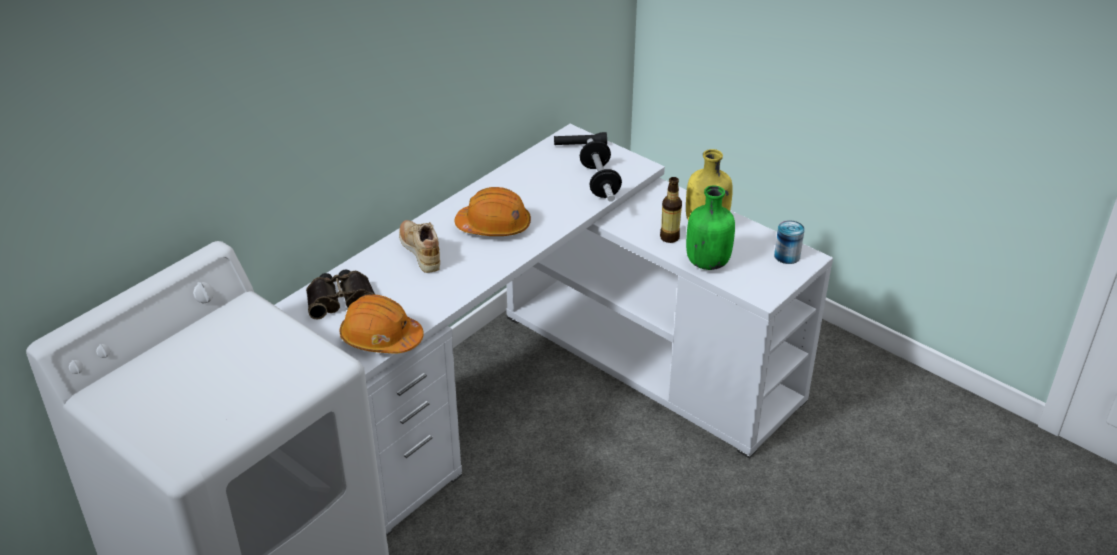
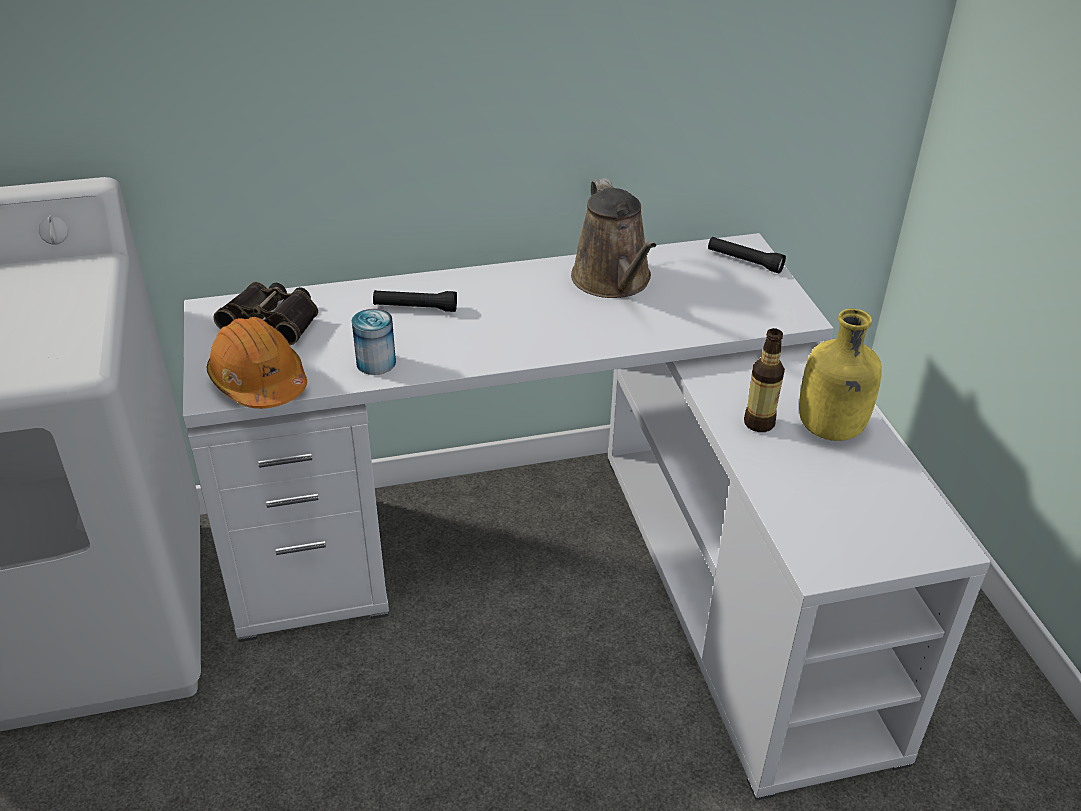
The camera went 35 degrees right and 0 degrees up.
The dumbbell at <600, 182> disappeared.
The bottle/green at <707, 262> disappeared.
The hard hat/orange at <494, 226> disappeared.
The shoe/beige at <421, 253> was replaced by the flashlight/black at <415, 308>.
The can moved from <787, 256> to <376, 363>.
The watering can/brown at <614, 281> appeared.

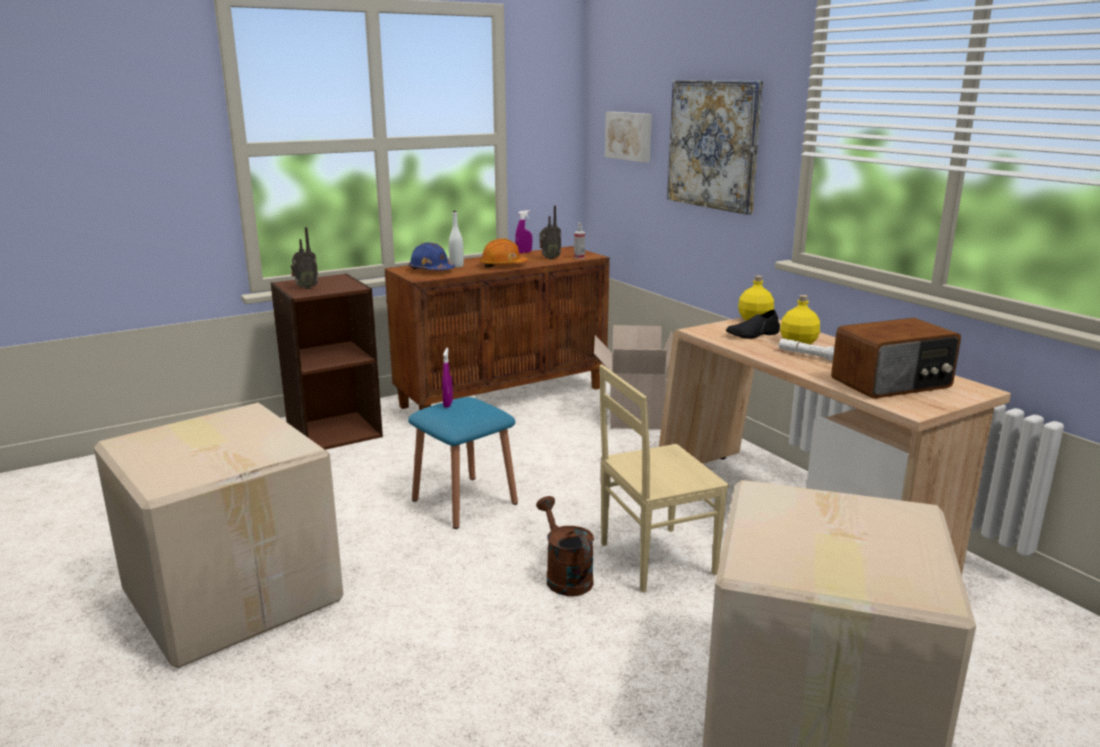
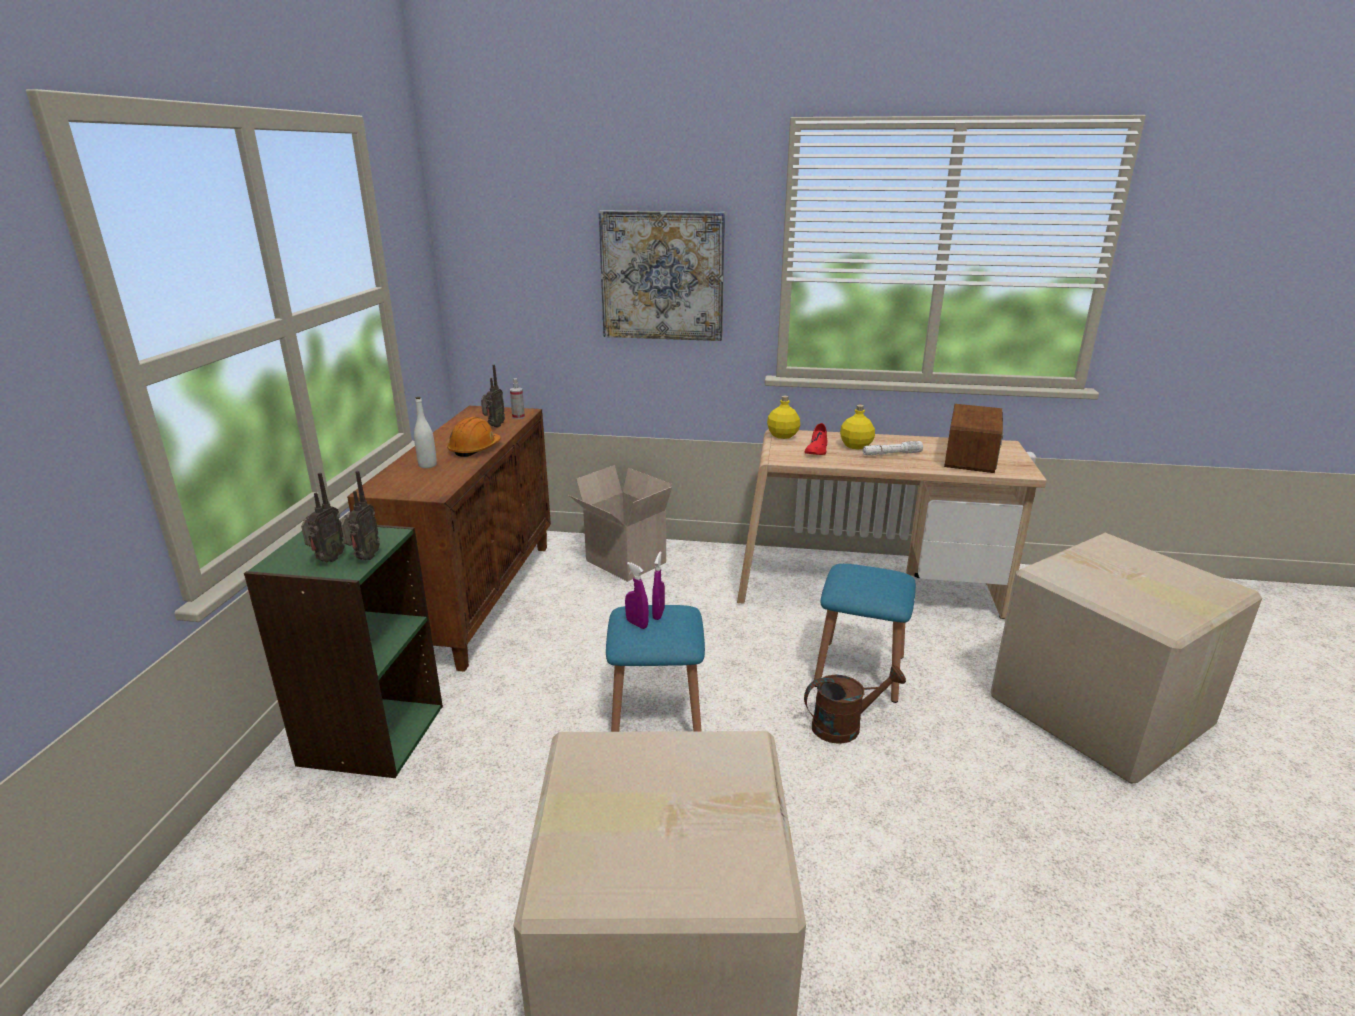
The camera went 50 degrees left and 5 degrees up.
The picture at <630, 136> disappeared.
The spray bottle/purple moved from <524, 252> to <658, 614>.
The hard hat/blue at <431, 270> disappeared.
The bookcase/brown at <334, 431> became the bookcase/green at <371, 734>.
The shoe/black at <752, 334> became the shoe/red at <817, 449>.
The chair/beige at <654, 558> was replaced by the stool/blue at <859, 670>.
The watering can/brown at <565, 576> turned 150 degrees clockwise.
The radio at <364, 558> appeared.

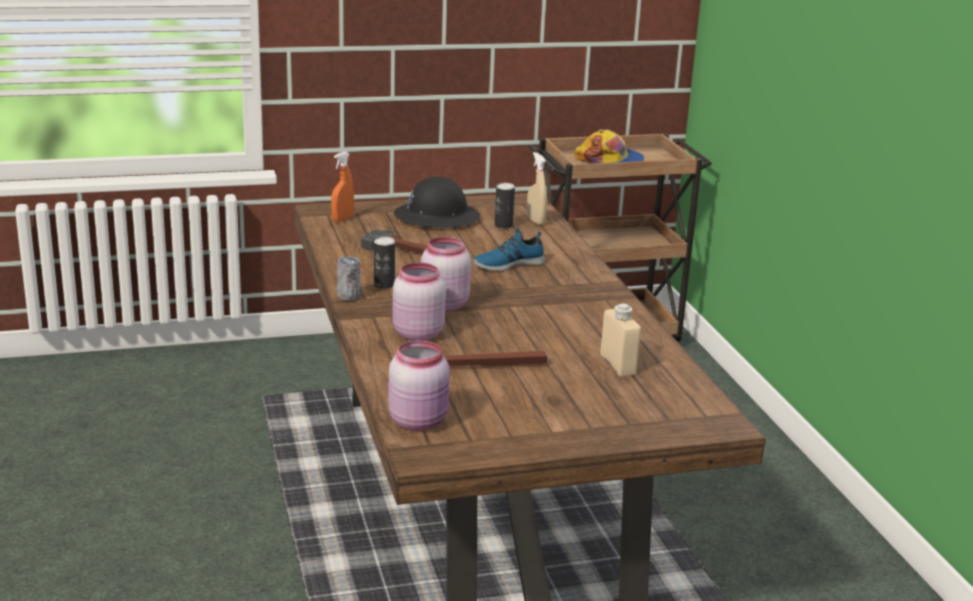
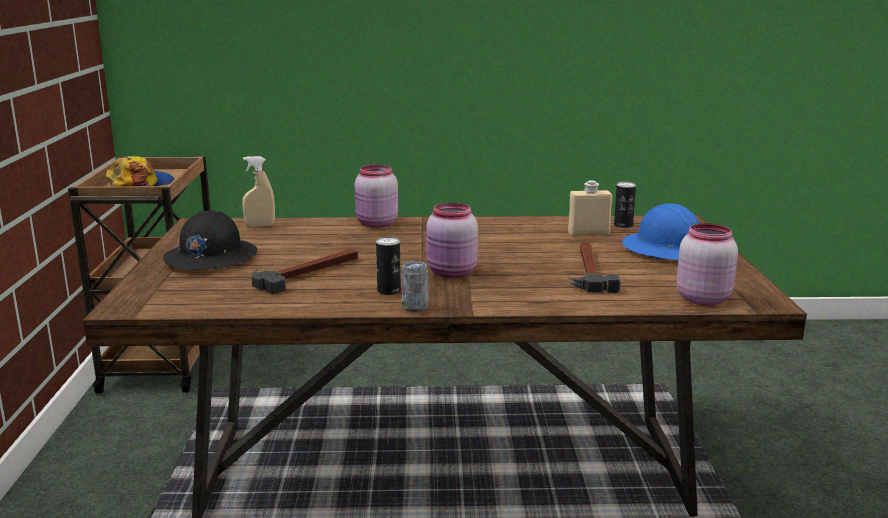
The camera went 75 degrees left and 5 degrees down.
The spray bottle/orange at <342, 219> disappeared.
The can moved from <503, 225> to <623, 225>.
The shoe at <508, 264> disappeared.
The jar/pink moved from <416, 333> to <376, 224>.
The hard hat/blue at <668, 250> appeared.

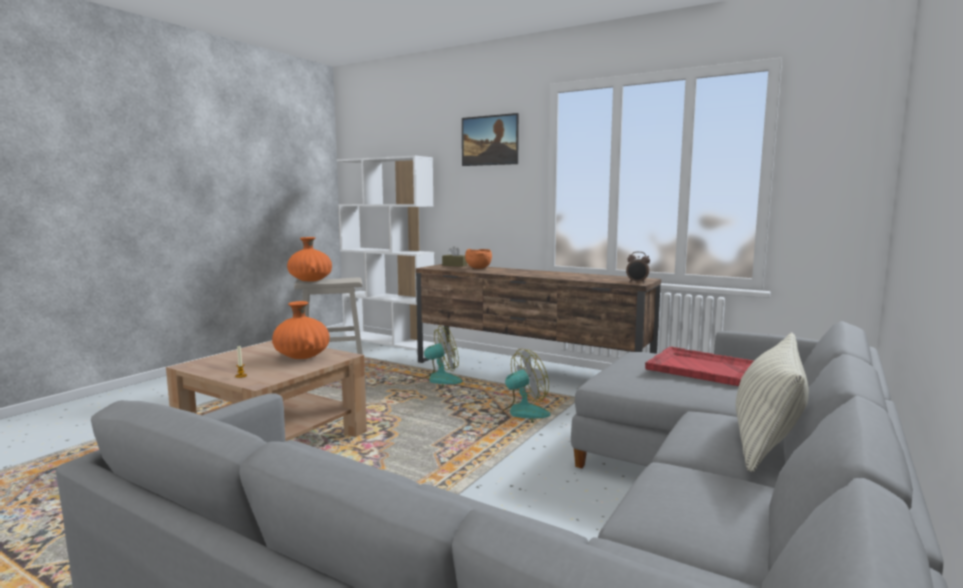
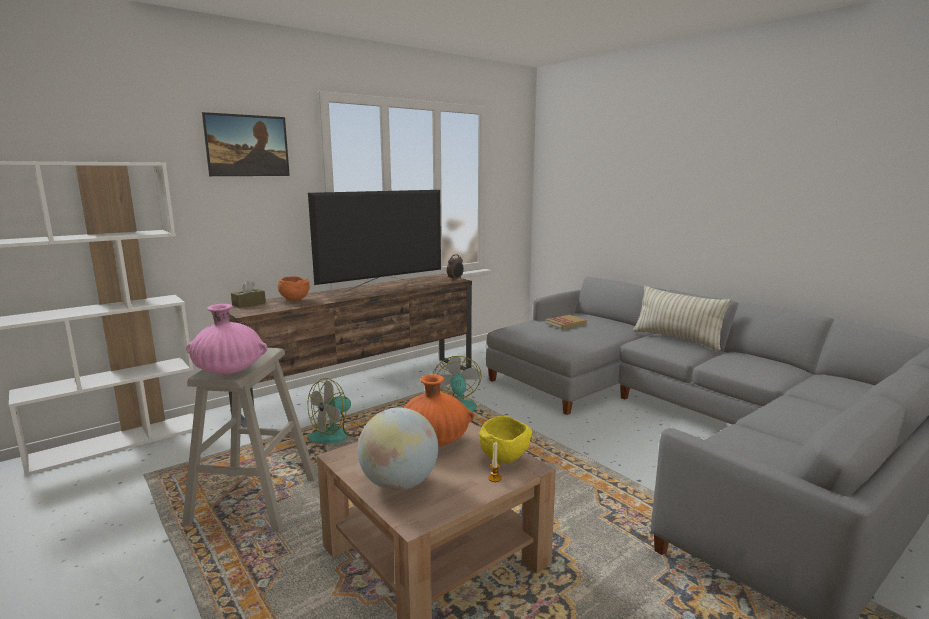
The camera went 70 degrees left and 5 degrees up.
The vase/orange at <310, 281> became the vase/pink at <229, 371>.
The fan at <437, 382> turned 135 degrees counterclockwise.
The tray/red at <700, 368> was replaced by the book at <566, 323>.
The television at <382, 287> appeared.
The globe at <399, 483> appeared.
The bowl/yellow at <504, 458> appeared.

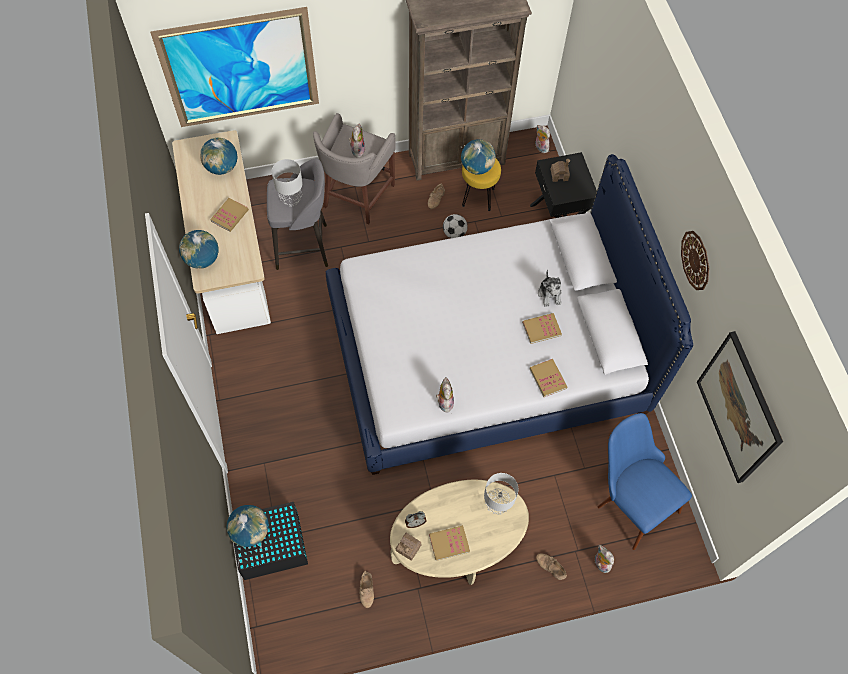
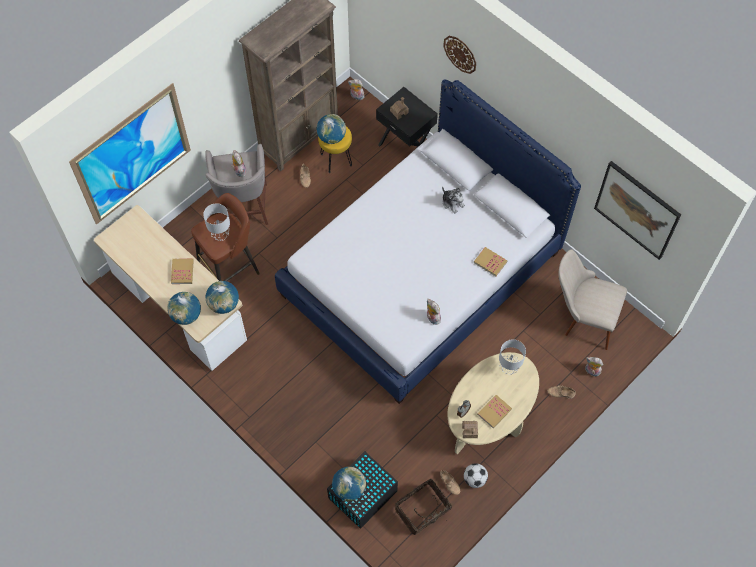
The camera went 30 degrees left and 0 degrees up.
The globe moved from <222, 167> to <224, 304>.
The stool/grey at <304, 247> became the stool/brown at <230, 268>.
The football moved from <454, 233> to <475, 479>.
The wall clock moved from <696, 260> to <460, 54>.
The book at <541, 329> disappeared.
The chair/blue at <629, 498> became the chair/beige at <582, 317>.
The basket at <422, 511> appeared.

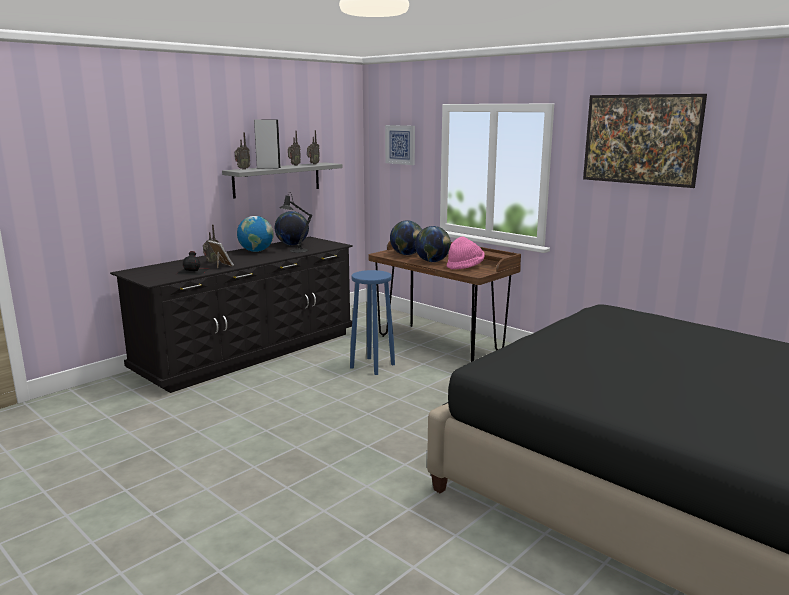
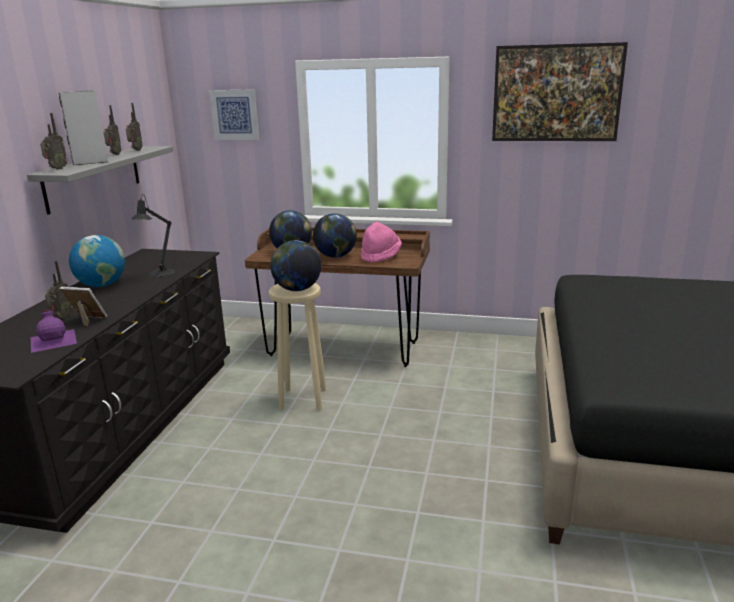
The camera went 30 degrees left and 5 degrees up.
The globe moved from <292, 245> to <297, 290>.
The bottle/black at <193, 271> became the bottle/purple at <54, 340>.
The stool/blue at <372, 366> became the stool/beige at <302, 399>.

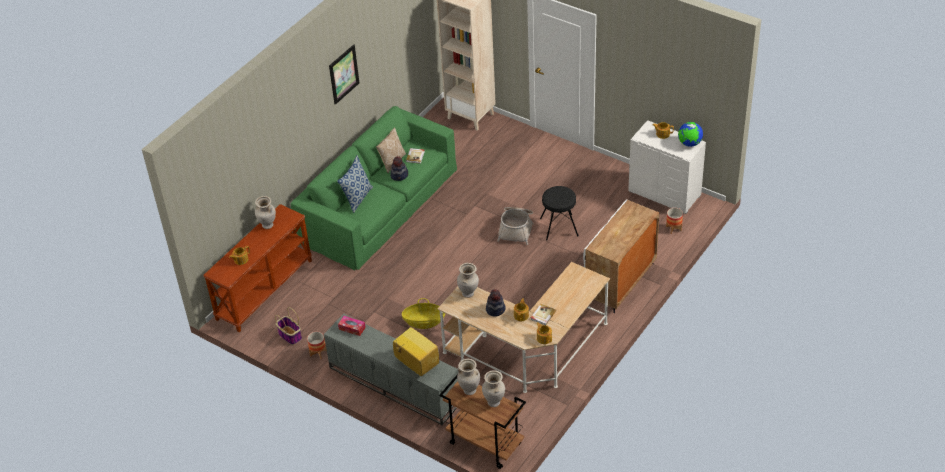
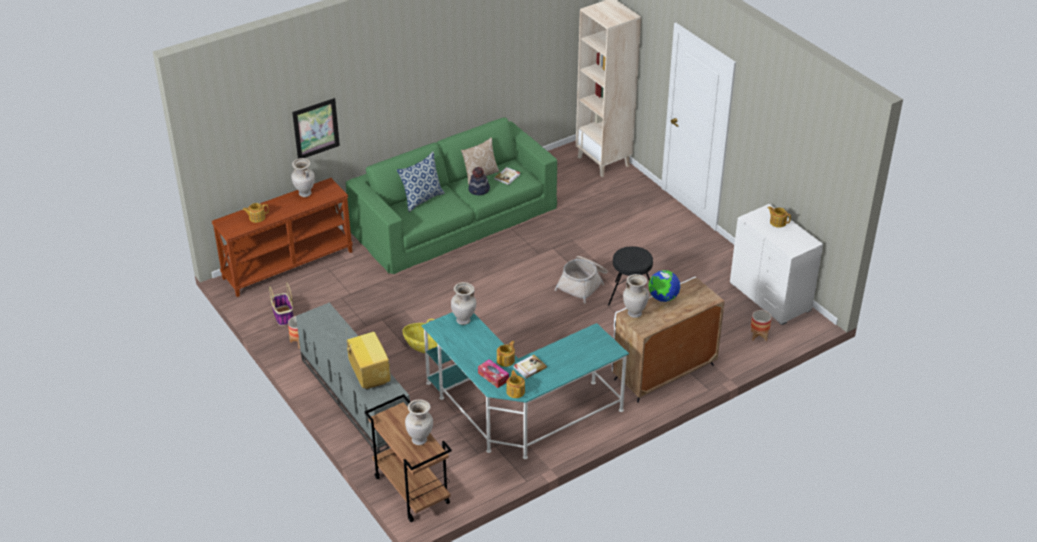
The camera went 20 degrees right and 5 degrees down.
The picture moved from <343, 74> to <316, 128>.
The globe moved from <689, 143> to <663, 298>.
The desk/beige at <529, 352> became the desk/turquoise at <519, 412>.
The hat at <495, 309> disappeared.
The tissue box moved from <352, 328> to <493, 377>.
The vase/beige moved from <469, 390> to <634, 313>.

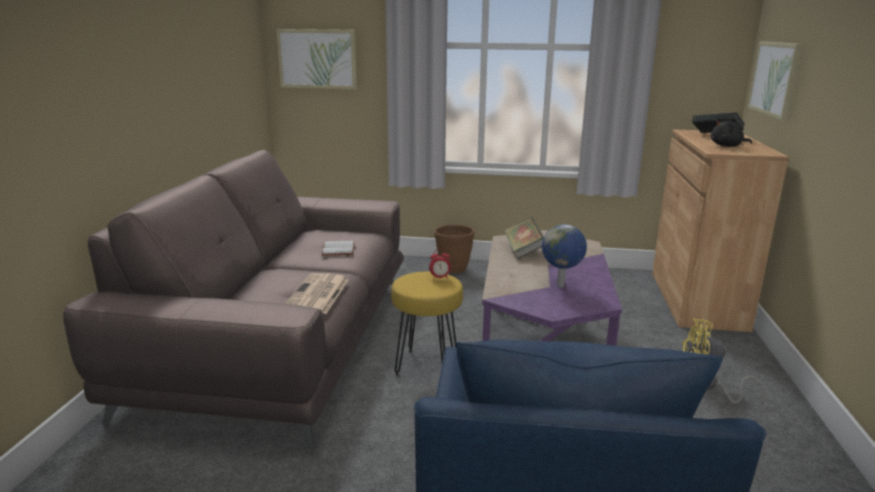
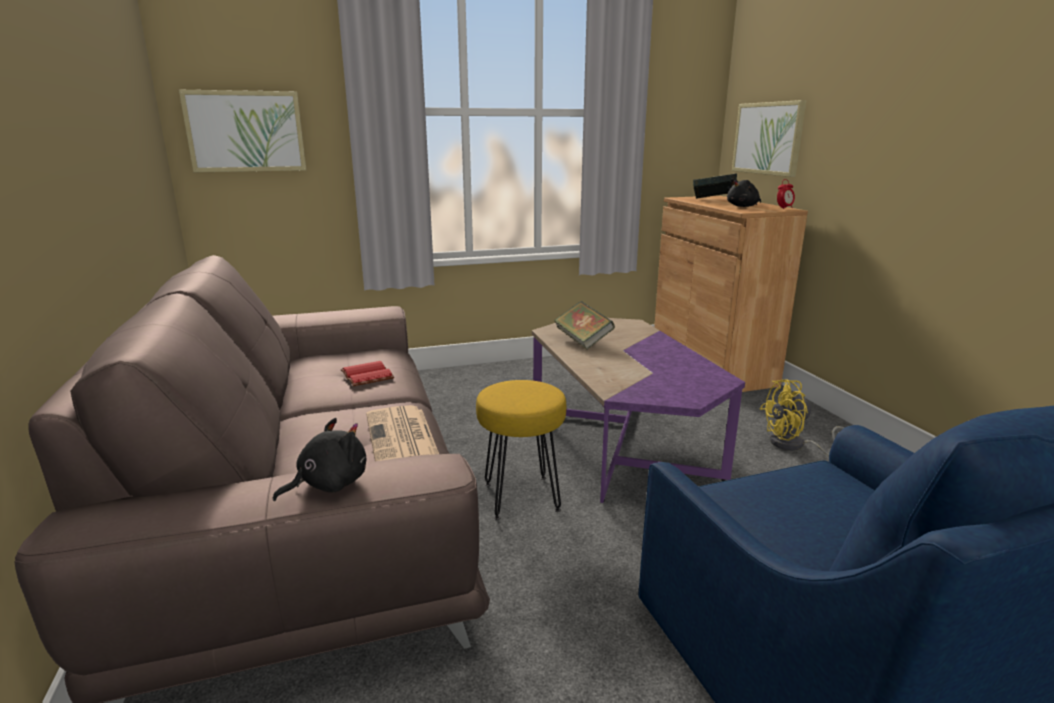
The camera went 25 degrees left and 0 degrees up.
The planter/brown at <453, 269> disappeared.
The globe at <561, 286> disappeared.
The book/white at <337, 250> became the book/red at <365, 375>.
The alarm clock moved from <440, 278> to <784, 208>.
The plush toy/black at <328, 484> appeared.

